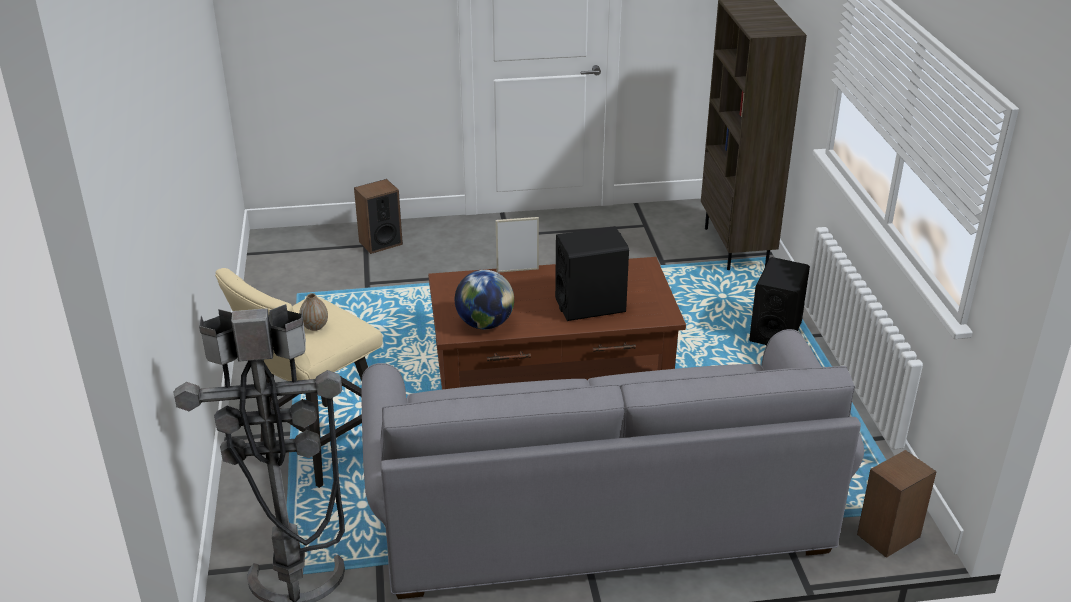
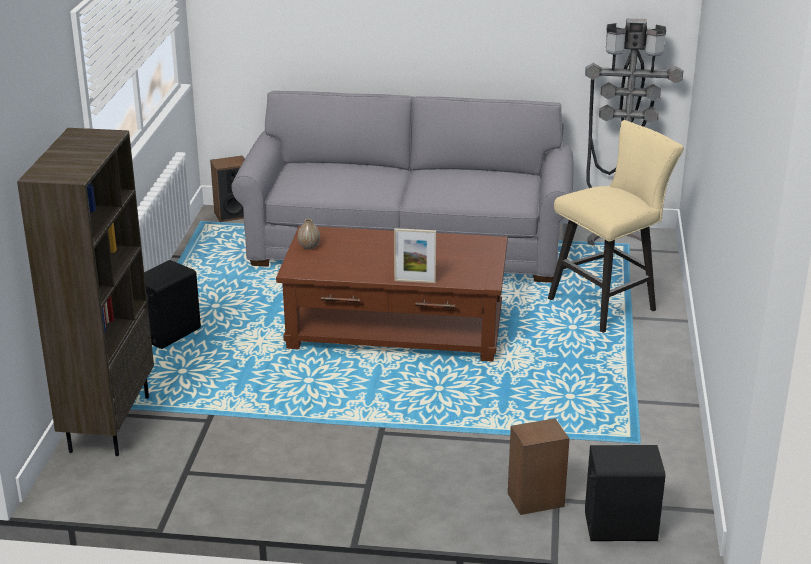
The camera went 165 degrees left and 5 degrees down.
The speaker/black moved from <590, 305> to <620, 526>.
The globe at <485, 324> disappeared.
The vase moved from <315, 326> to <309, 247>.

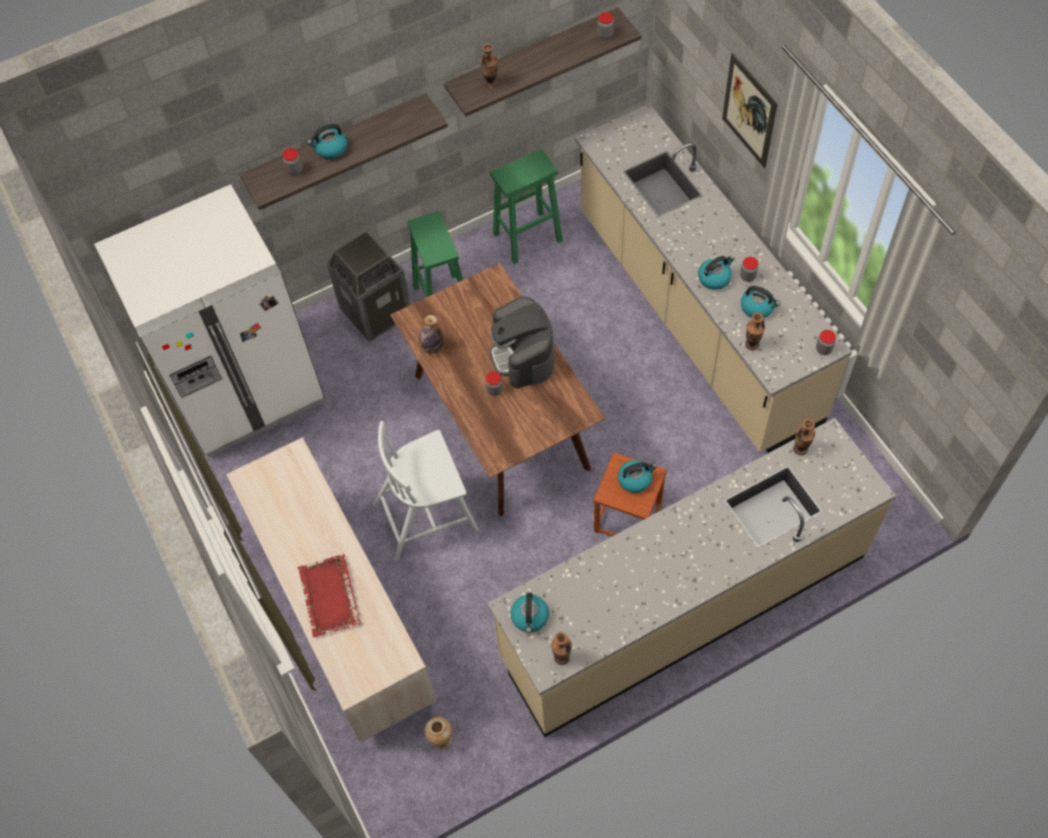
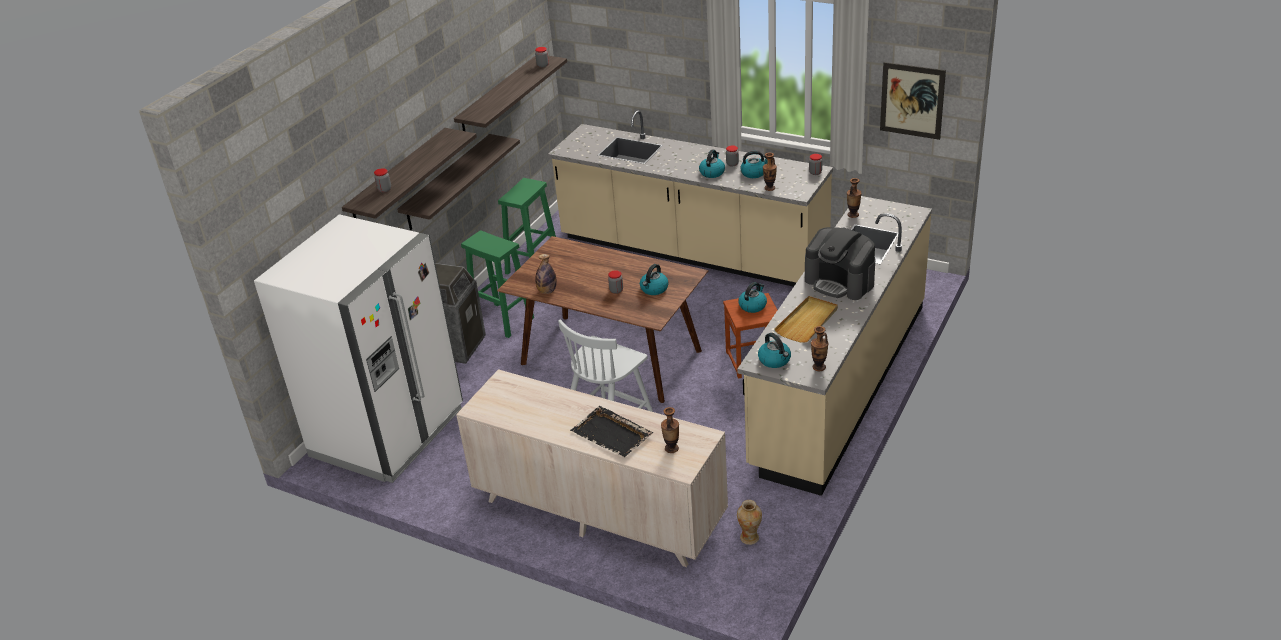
The camera went 35 degrees left and 25 degrees down.
The vase moved from <490, 83> to <671, 448>.
The picture moved from <749, 111> to <912, 100>.
The kettle moved from <330, 149> to <654, 289>.
The coffee machine moved from <523, 355> to <840, 282>.
The tray/red at <329, 597> became the tray/black at <612, 434>.
The shelf at <447, 182> appeared.
The tray/beige at <807, 321> appeared.

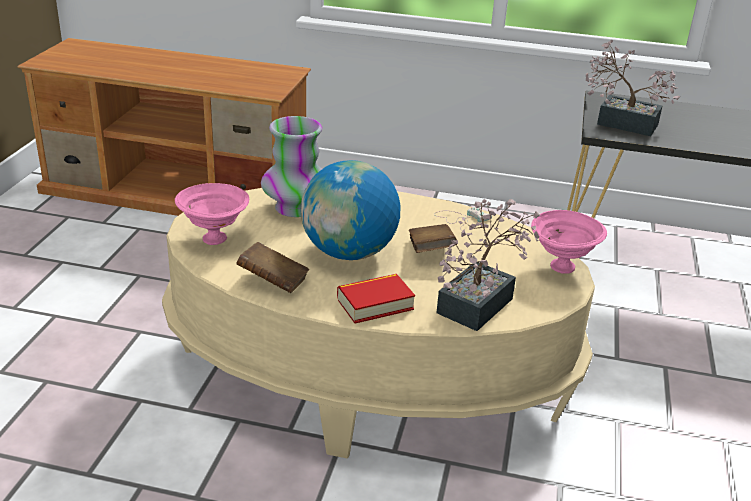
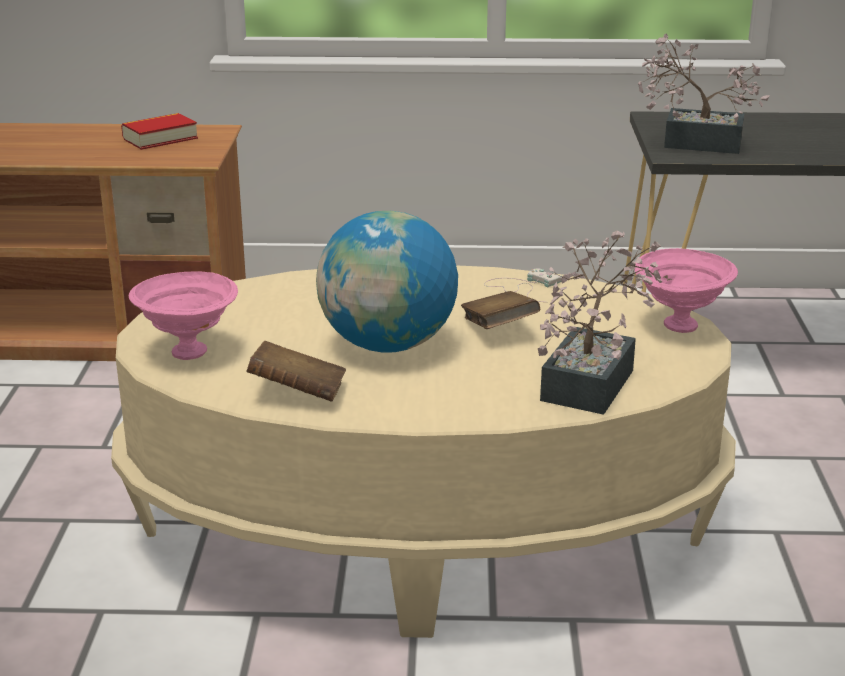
The camera went 10 degrees left and 5 degrees down.
The vase at <296, 208> disappeared.
The book moved from <375, 304> to <160, 138>.

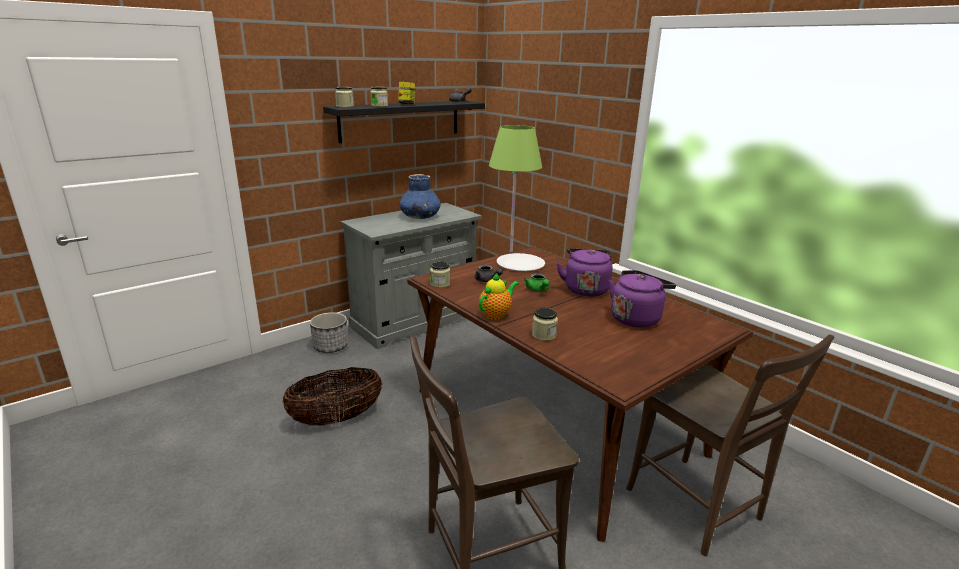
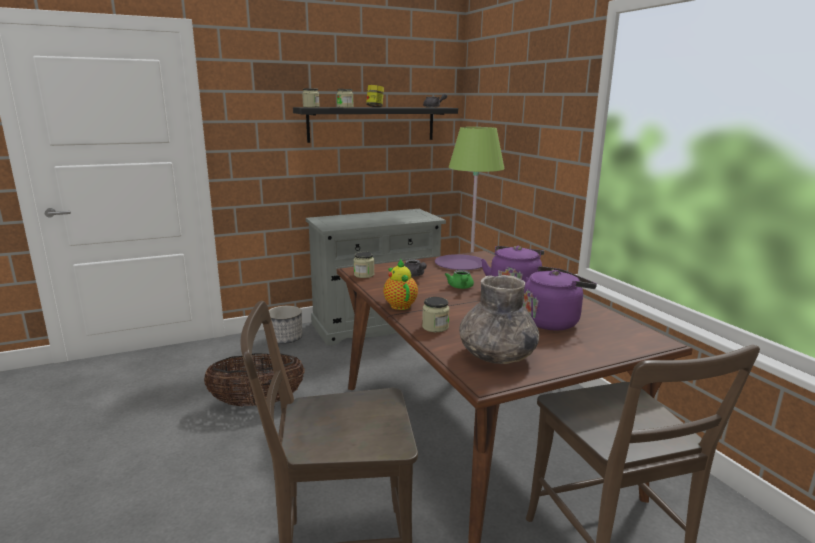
The camera went 15 degrees right and 5 degrees down.
The vase/blue at <420, 217> disappeared.
The plate/white at <520, 264> became the plate/purple at <460, 264>.
The teapot at <496, 315> turned 75 degrees counterclockwise.
The vase/grey at <496, 356> appeared.

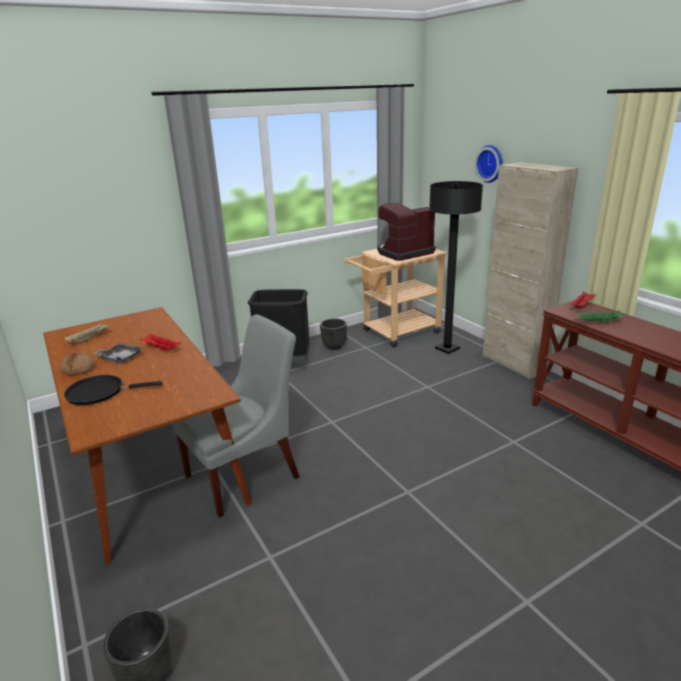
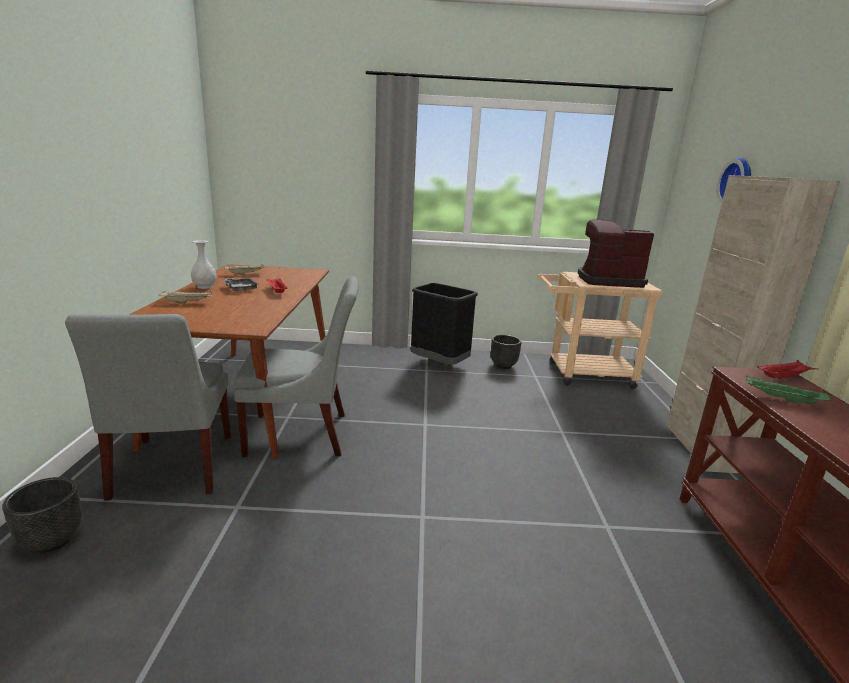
The camera went 30 degrees right and 5 degrees down.
The floor lamp/black at <447, 348> disappeared.
The bread at <78, 369> was replaced by the vase/white at <205, 287>.
The frying pan/black at <100, 393> was replaced by the tray/beige at <188, 302>.
The chair/grey at <172, 468> appeared.

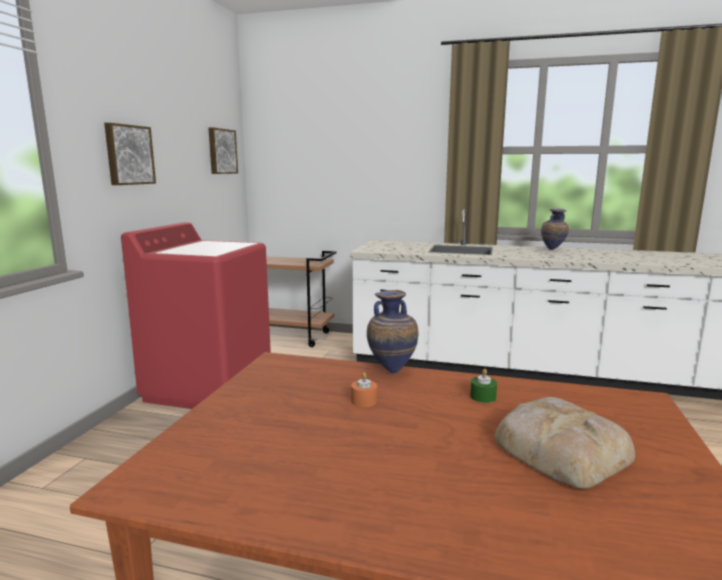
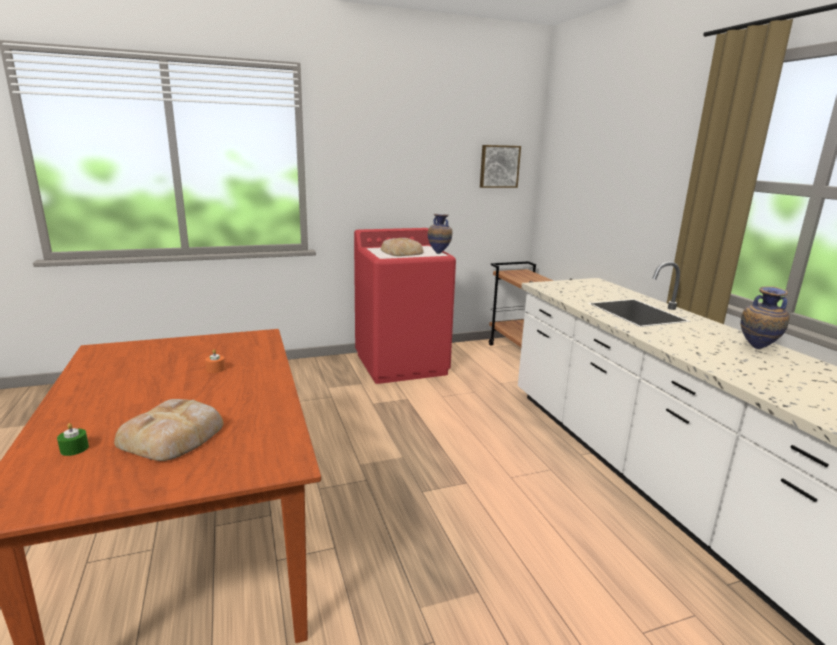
The camera went 55 degrees right and 5 degrees up.
The picture at <128, 155> disappeared.
The vase moved from <391, 370> to <439, 253>.
The candle/green moved from <482, 397> to <74, 448>.
The bread at <402, 252> appeared.

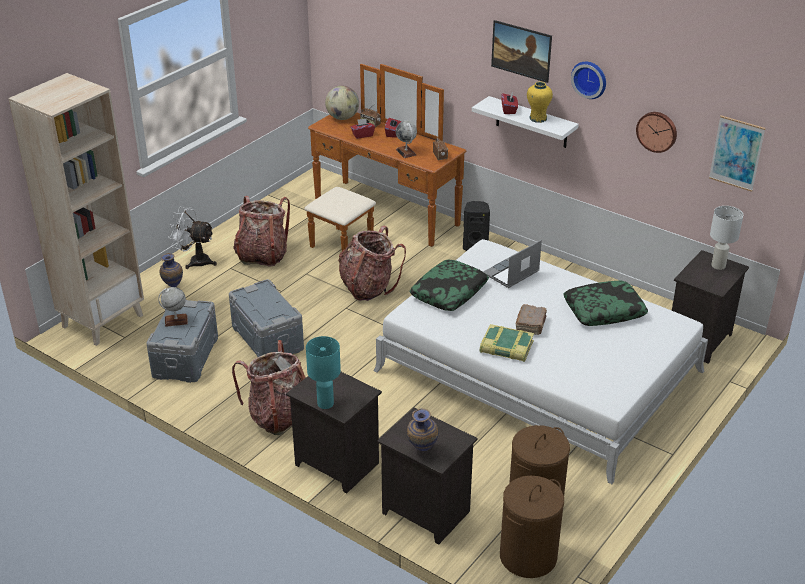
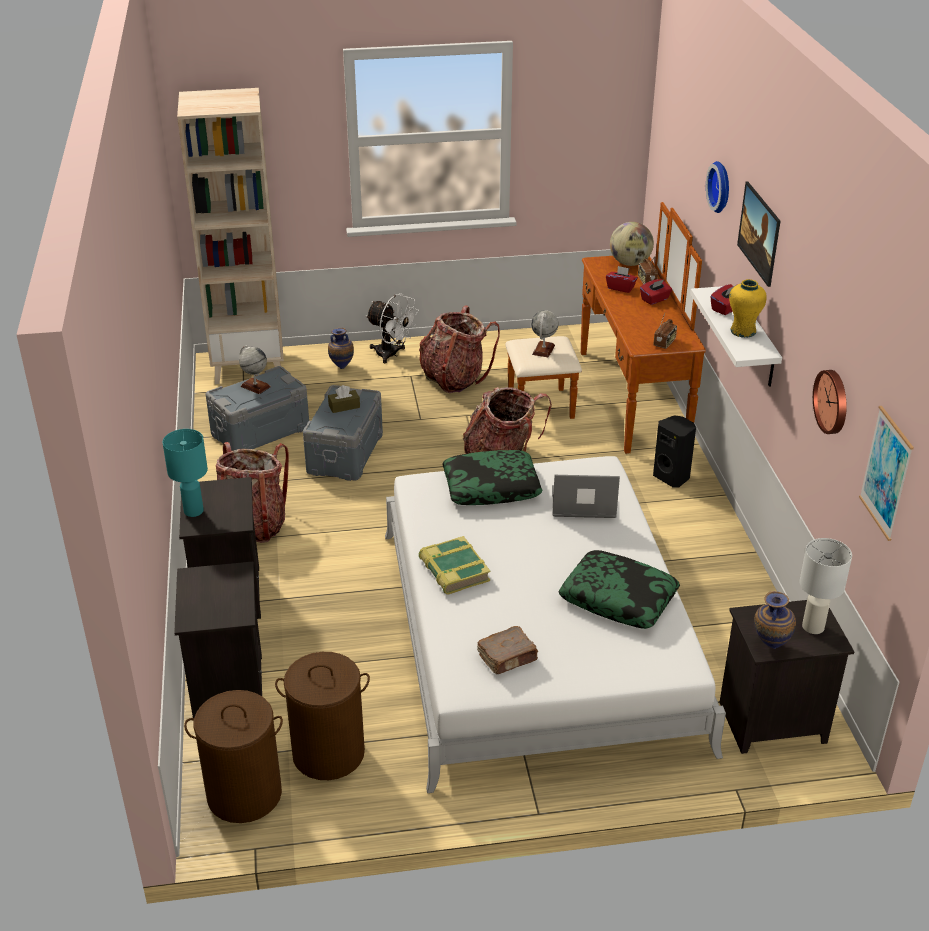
The camera went 45 degrees right and 0 degrees up.
The wall clock moved from <590, 79> to <722, 186>.
The globe moved from <406, 152> to <543, 350>.
The fan/white at <195, 261> turned 150 degrees clockwise.
The book/brown moved from <531, 325> to <508, 658>.
The vase moved from <421, 450> to <770, 645>.
The tissue box/brown at <344, 406> appeared.

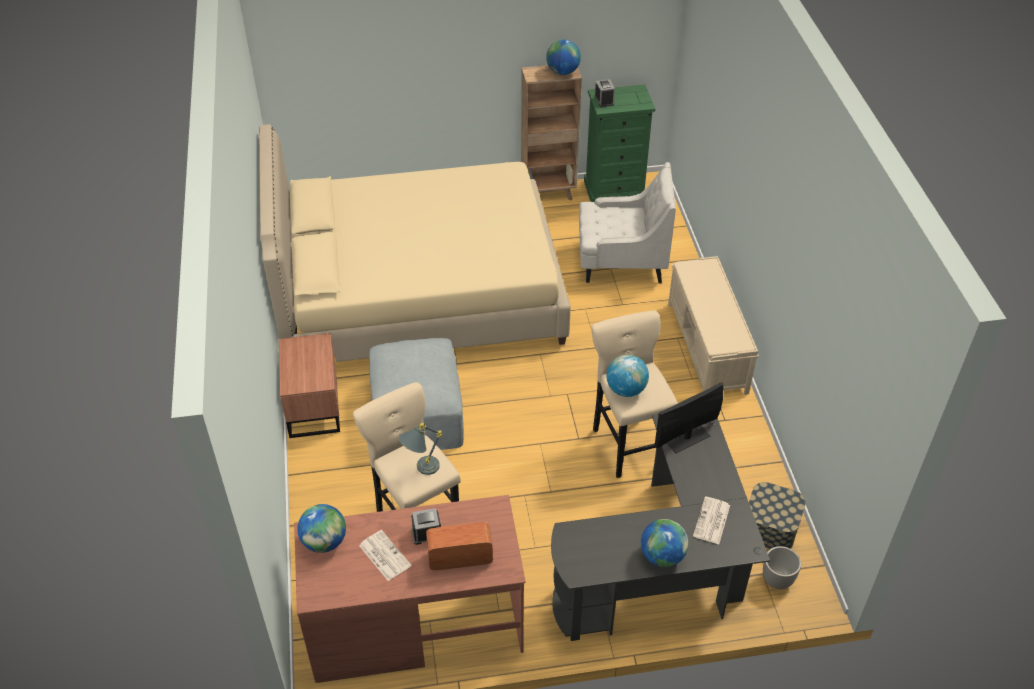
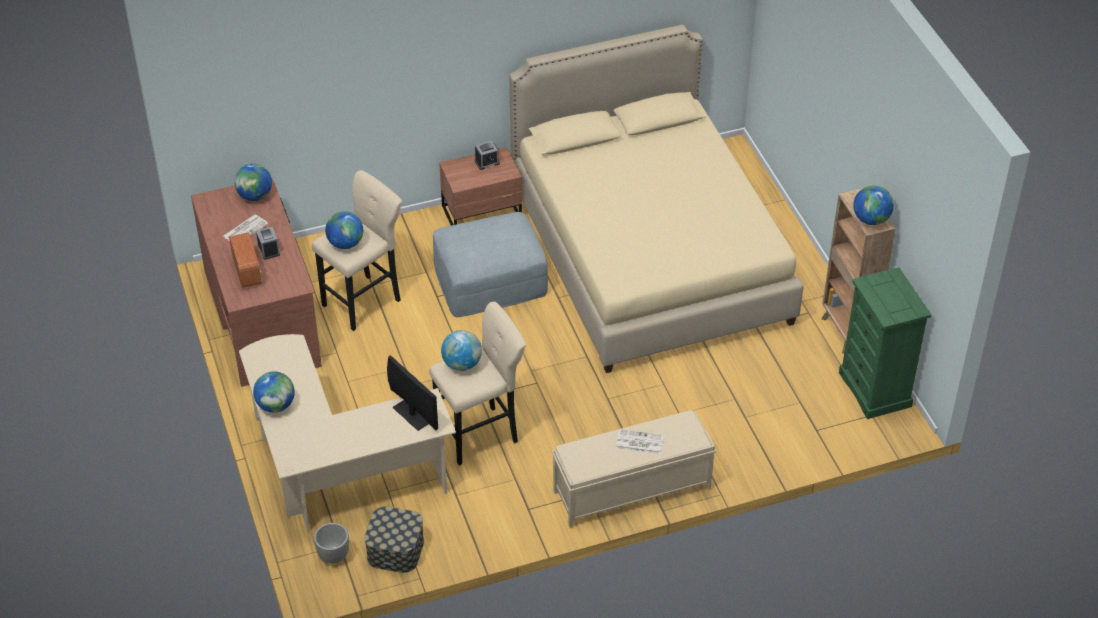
The camera went 80 degrees right and 0 degrees up.
The alarm clock moved from <604, 100> to <487, 162>.
The armchair/white at <621, 262> disappeared.
The desk/black at <661, 571> became the desk/beige at <333, 471>.
The table lamp/grey at <420, 469> was replaced by the globe at <345, 243>.
The newspaper moved from <712, 521> to <639, 442>.

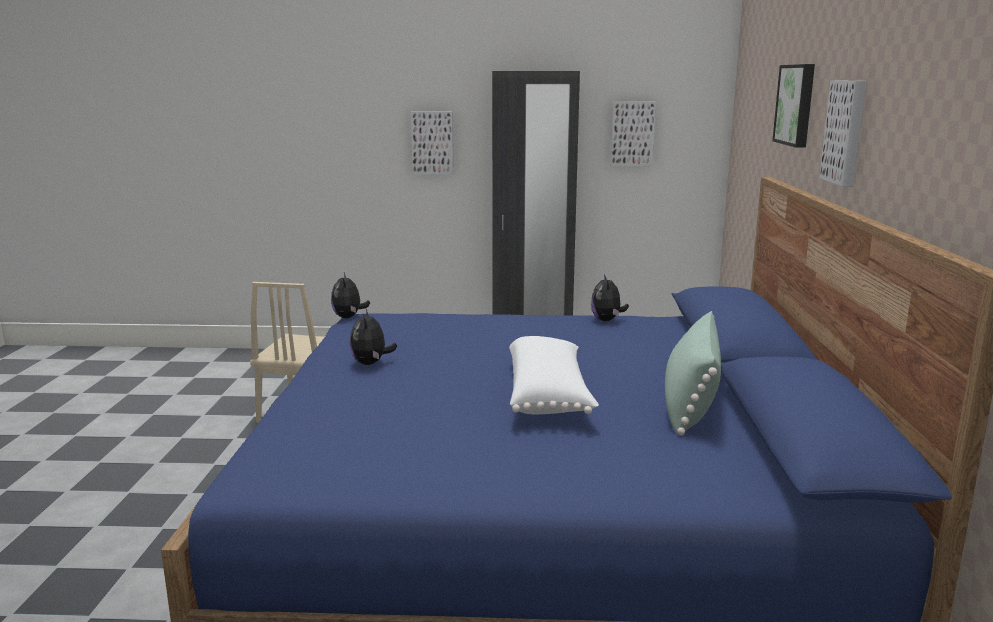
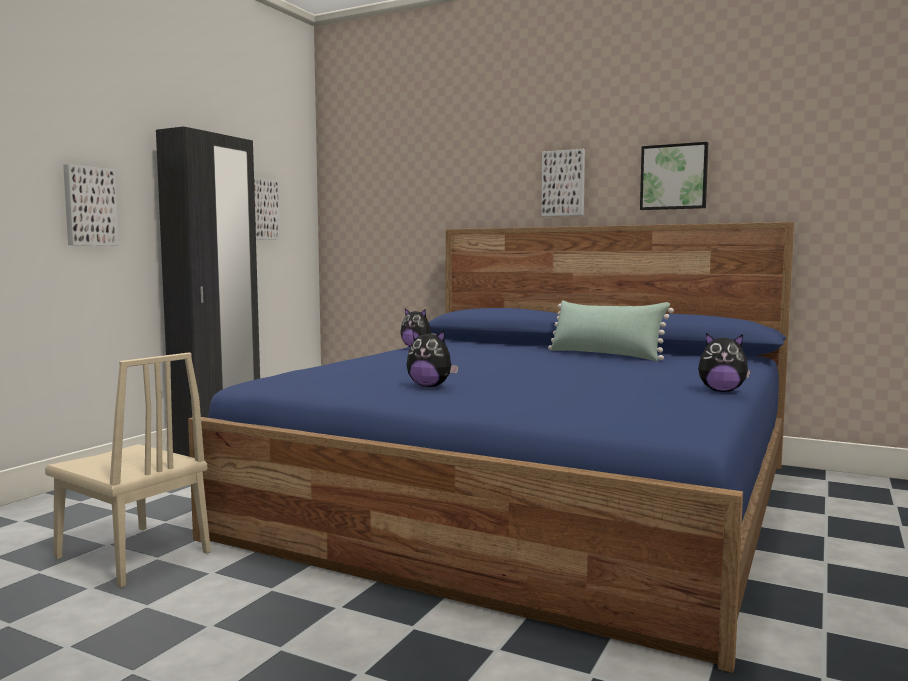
The camera went 65 degrees left and 10 degrees down.
The picture moved from <797, 105> to <674, 177>.
The plush toy moved from <349, 317> to <721, 391>.
The pillow/white at <548, 395> disappeared.

